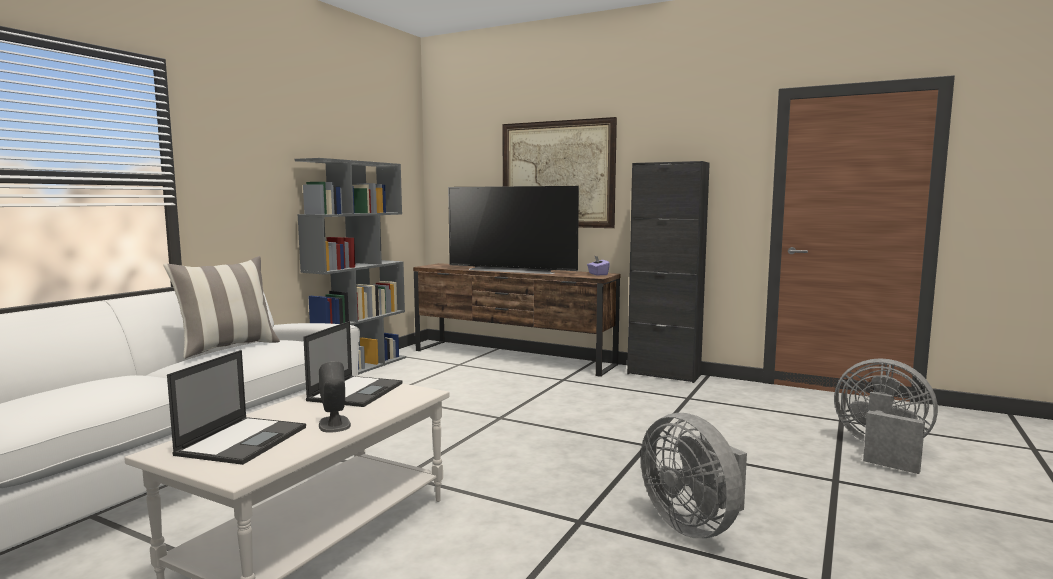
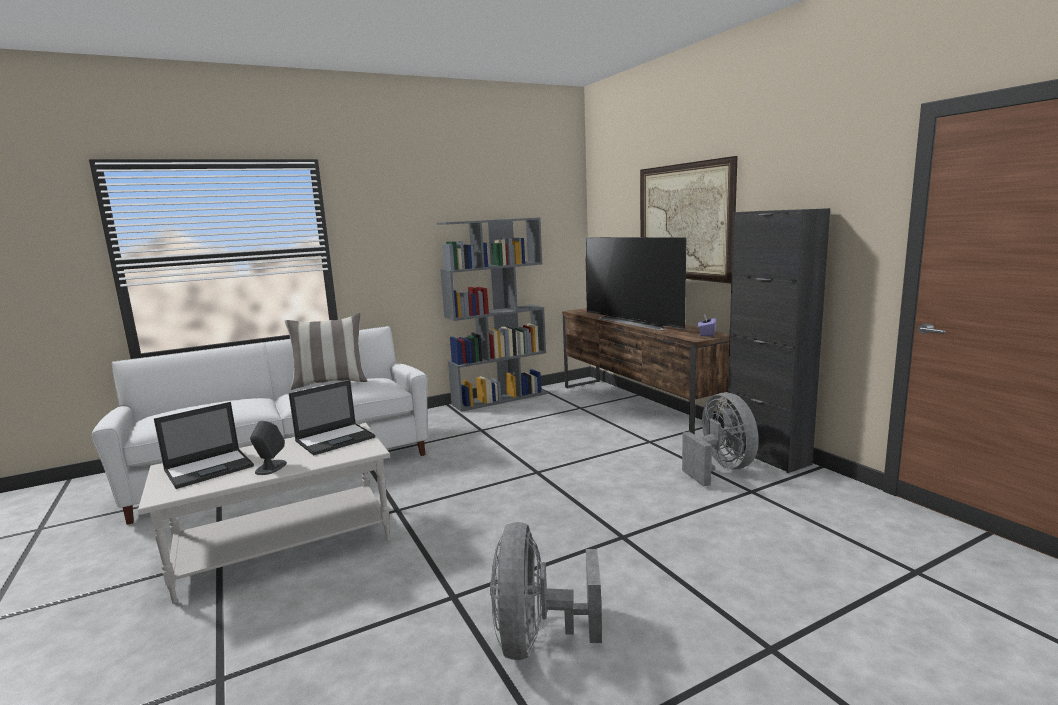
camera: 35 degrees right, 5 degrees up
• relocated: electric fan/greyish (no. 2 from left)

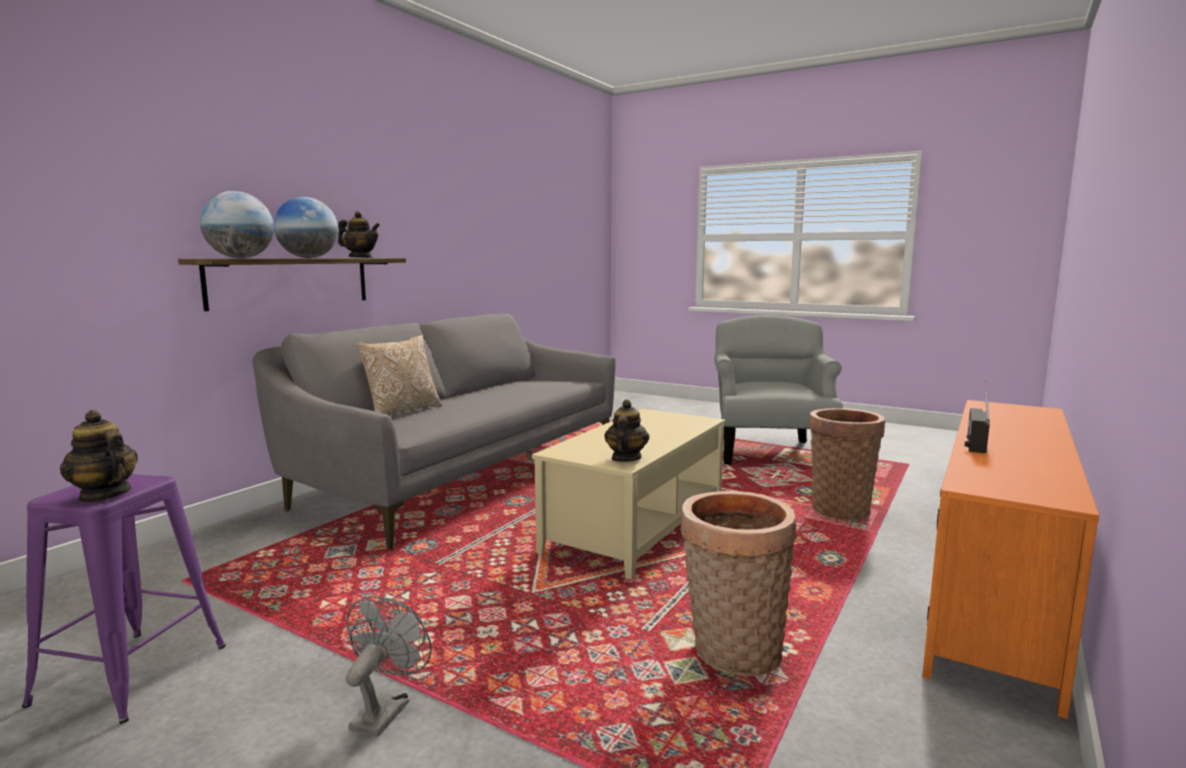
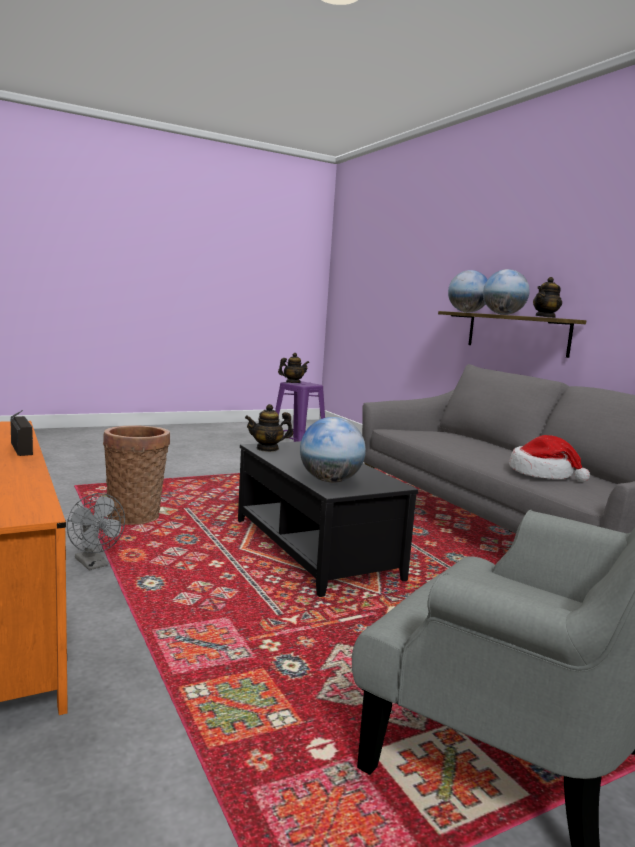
camera: 120 degrees right, 0 degrees up
• missing: throw pillow
• spun: tea pot (no. 3 from left in the first image) 120 degrees clockwise
• missing: basket (no. 2 from left)
• colour: low table/sand-coloured to low table/black-coloured
• relocated: electric fan/greyish
• appeared: world globe (no. 1 from left)
• appeared: wearable hat

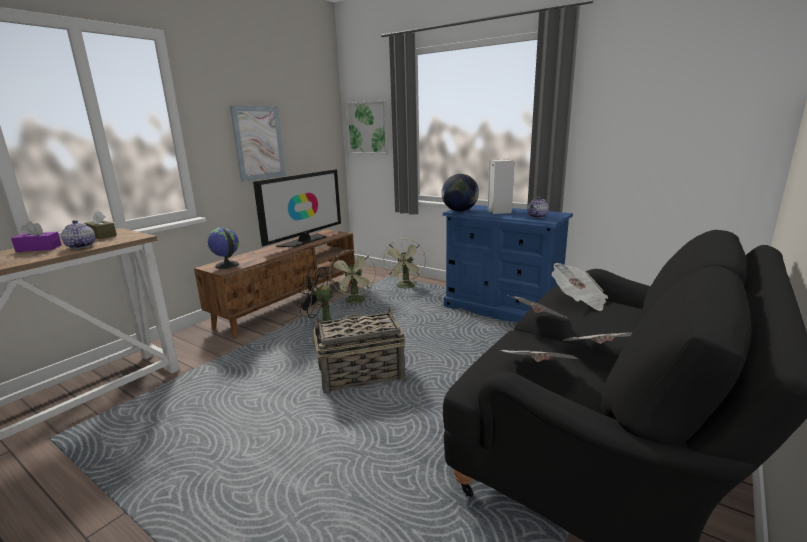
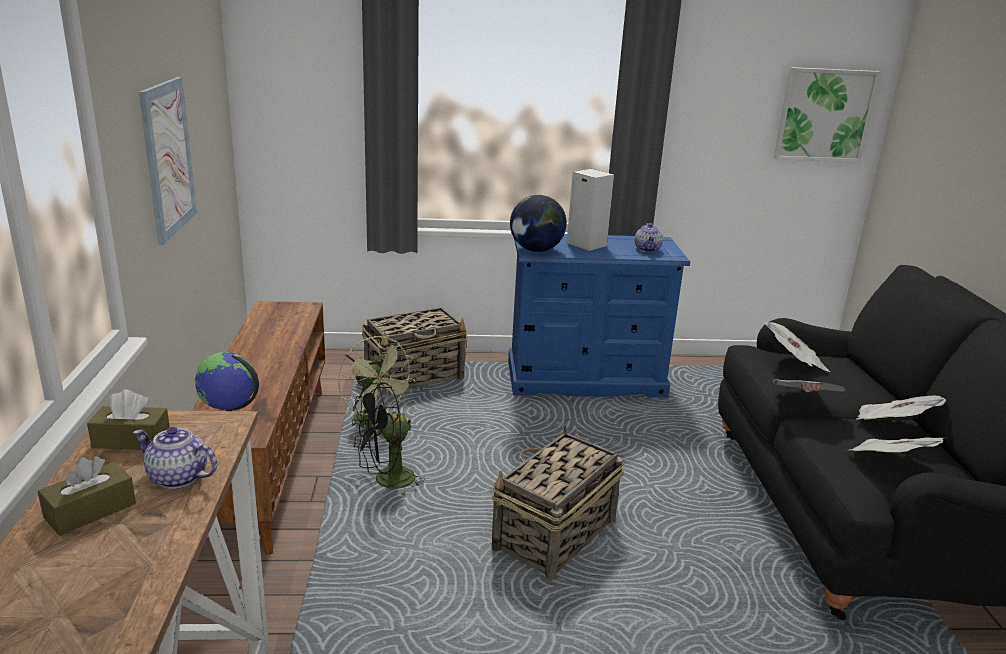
camera: 40 degrees left, 5 degrees up
• relocated: wall picture (no. 2 from left)
• missing: TV set
• colour: tissue box/purple to tissue box/brown (no. 1 from left)
• exchanged: electric fan/green (no. 2 from left) to basket (no. 1 from left)

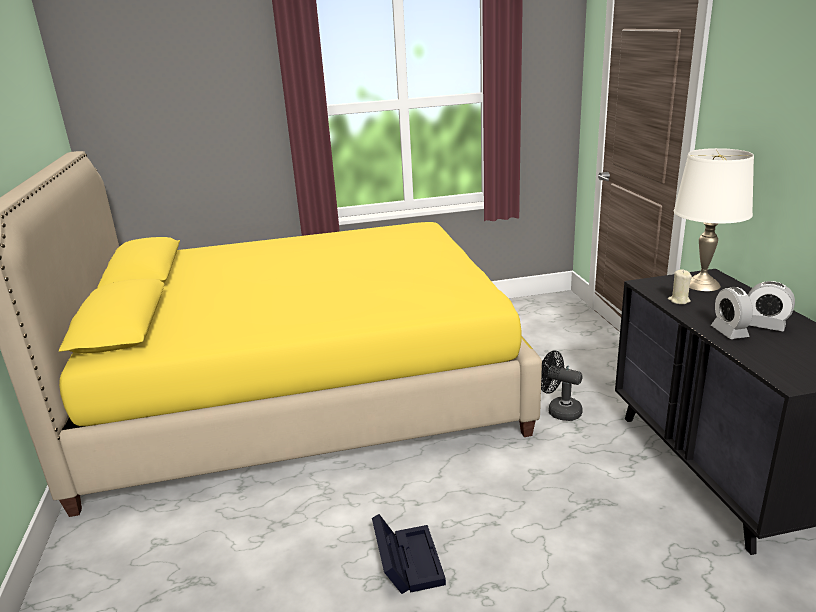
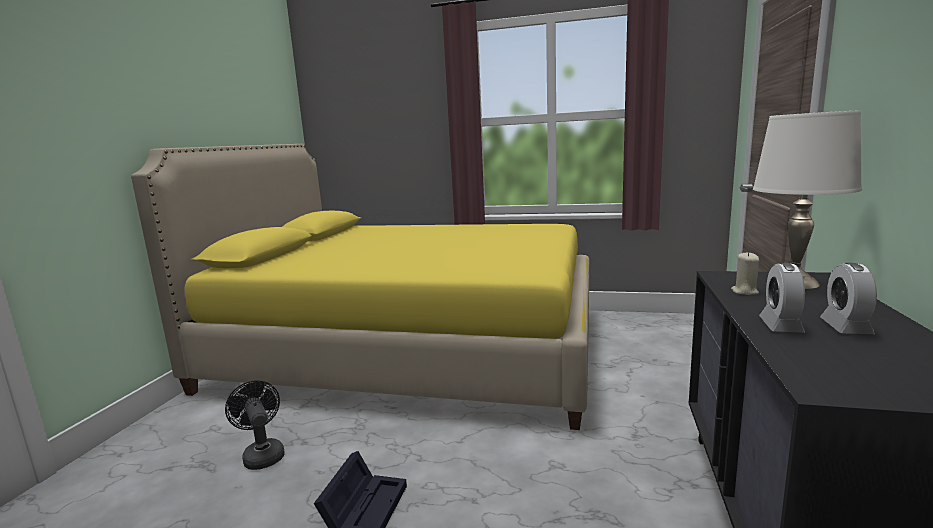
camera: 25 degrees right, 10 degrees down
• spun: bedside clock (no. 2 from left) 45 degrees clockwise
• relocated: electric fan/black-coloured

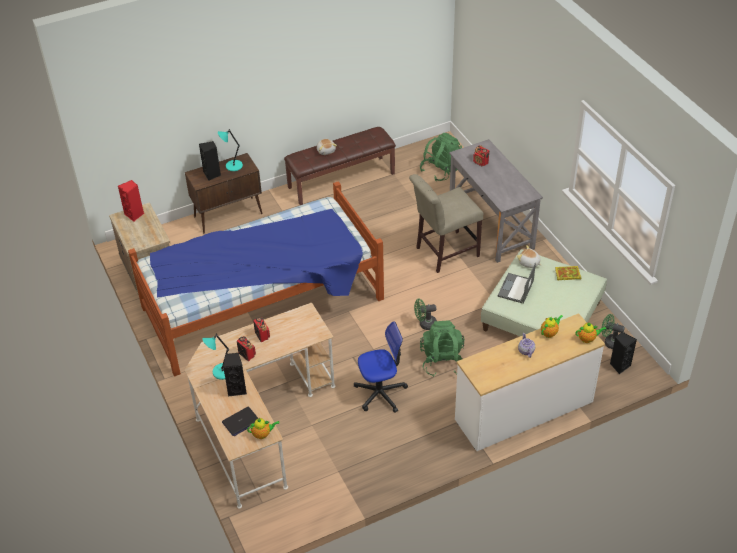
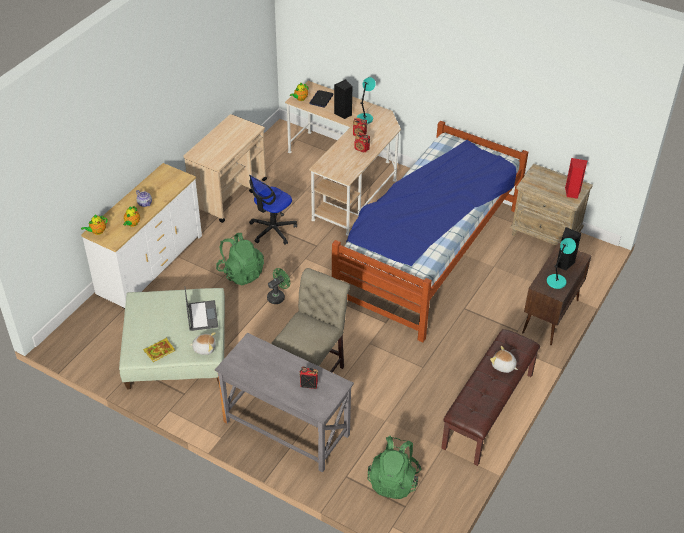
camera: 145 degrees right, 0 degrees up
• missing: electric fan/green (no. 2 from left)
• missing: speaker/black-coloured (no. 3 from left)
• appeared: trolley/sand-coloured

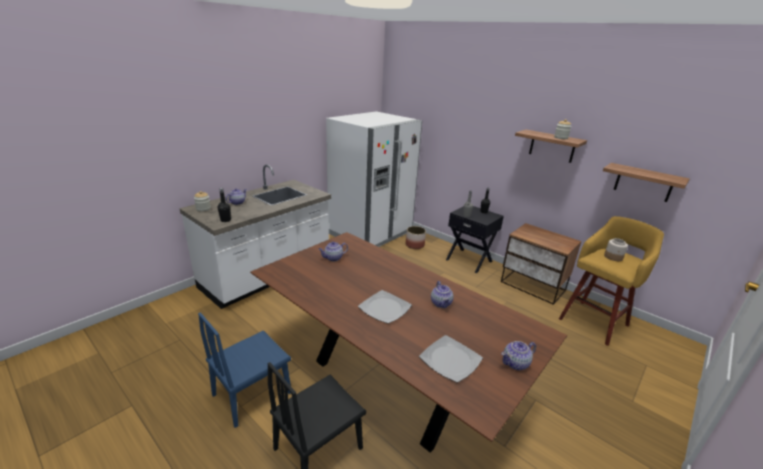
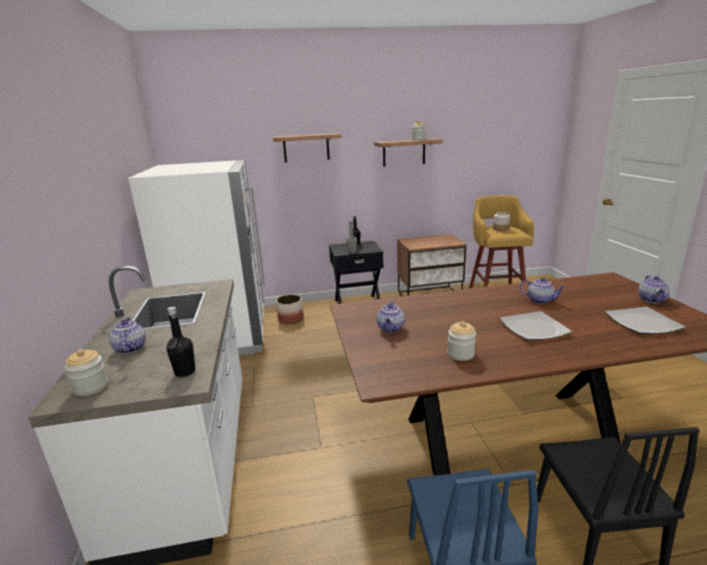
camera: 50 degrees left, 5 degrees down
• relocated: bracket shelf (no. 2 from left in the first image) to bracket shelf (no. 1 from left)
• appeared: storage jar (no. 3 from left)

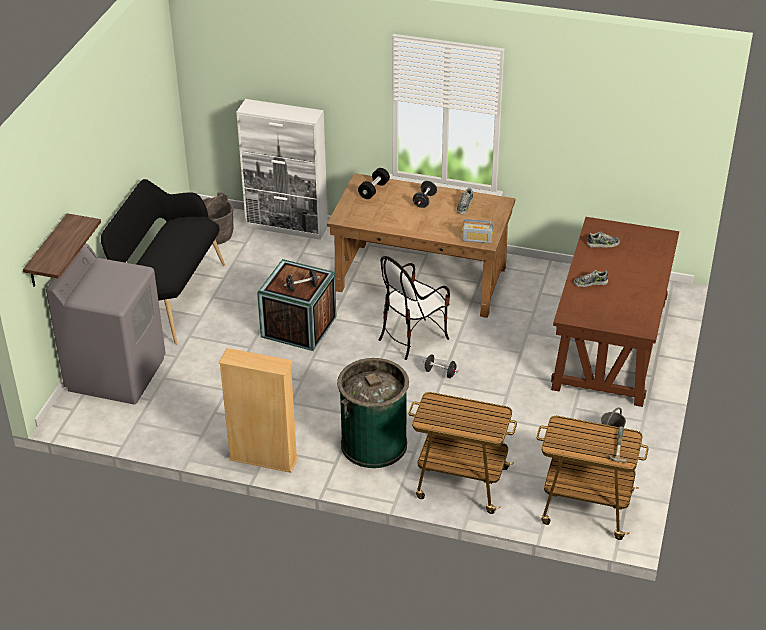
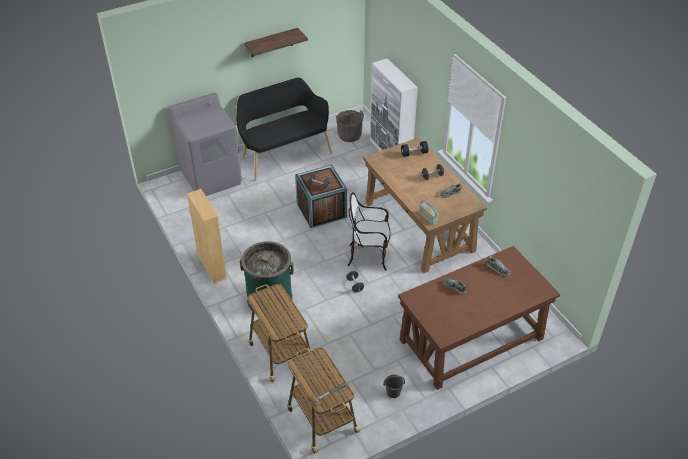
camera: 45 degrees right, 5 degrees up
• relocated: bracket shelf

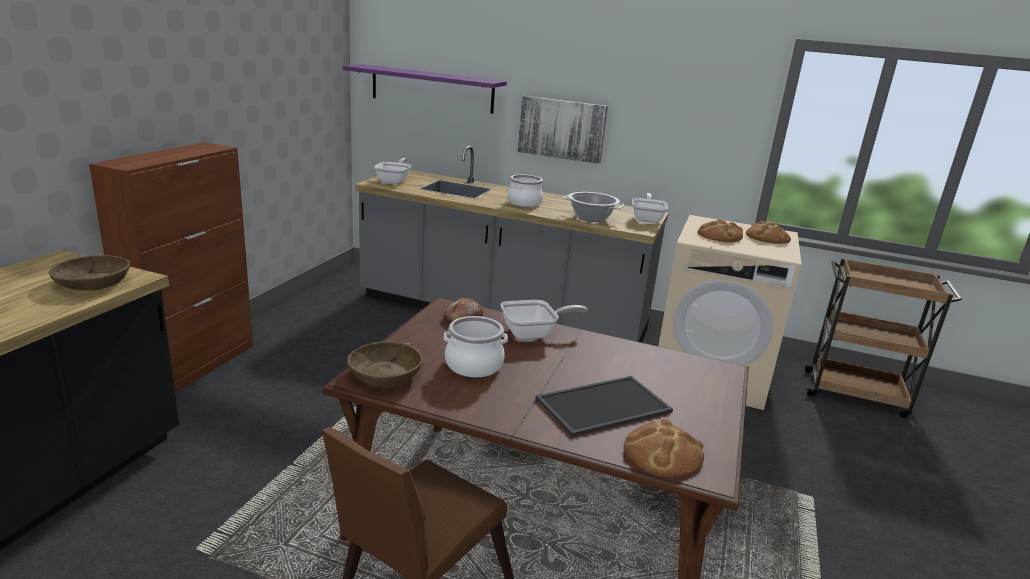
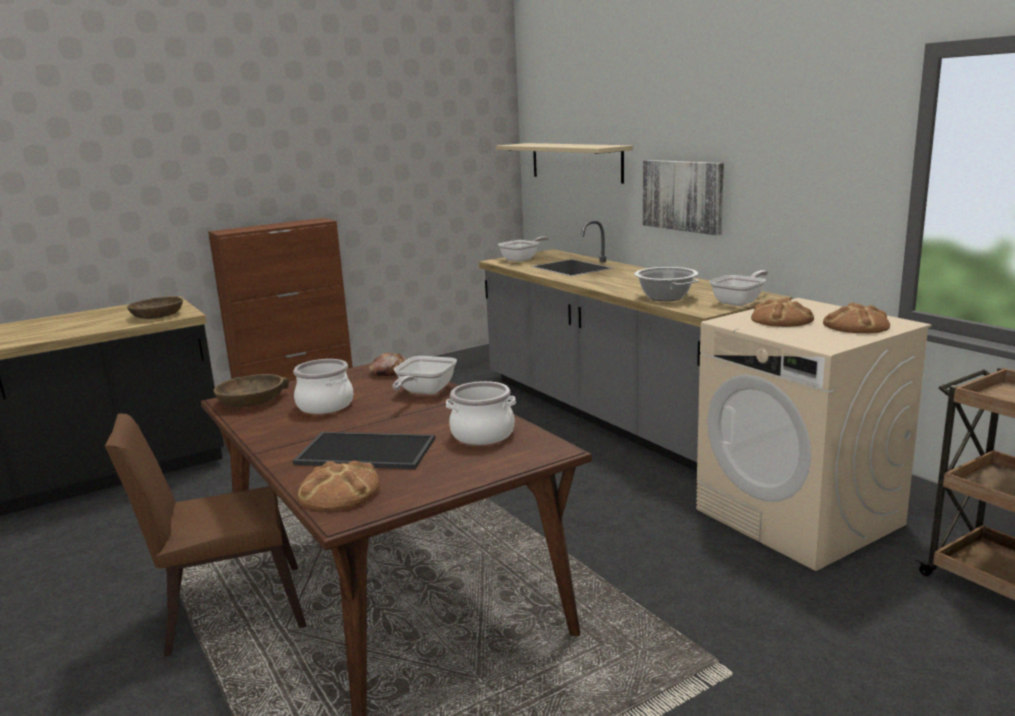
camera: 40 degrees right, 5 degrees down
• colour: bracket shelf/purple to bracket shelf/sand-coloured
• relocated: saucepot (no. 2 from left)
• spun: pan (no. 2 from left in the first image) 90 degrees clockwise

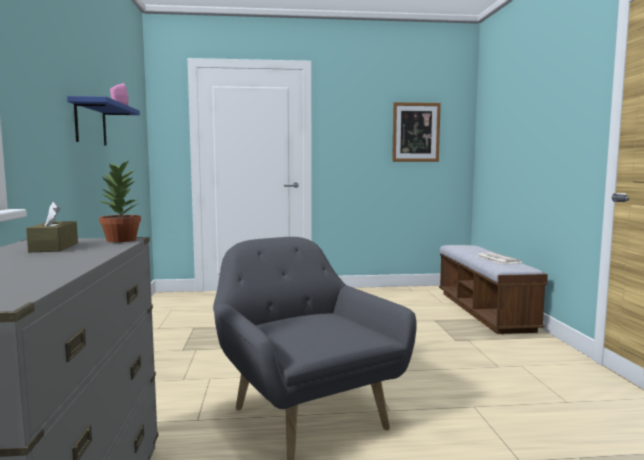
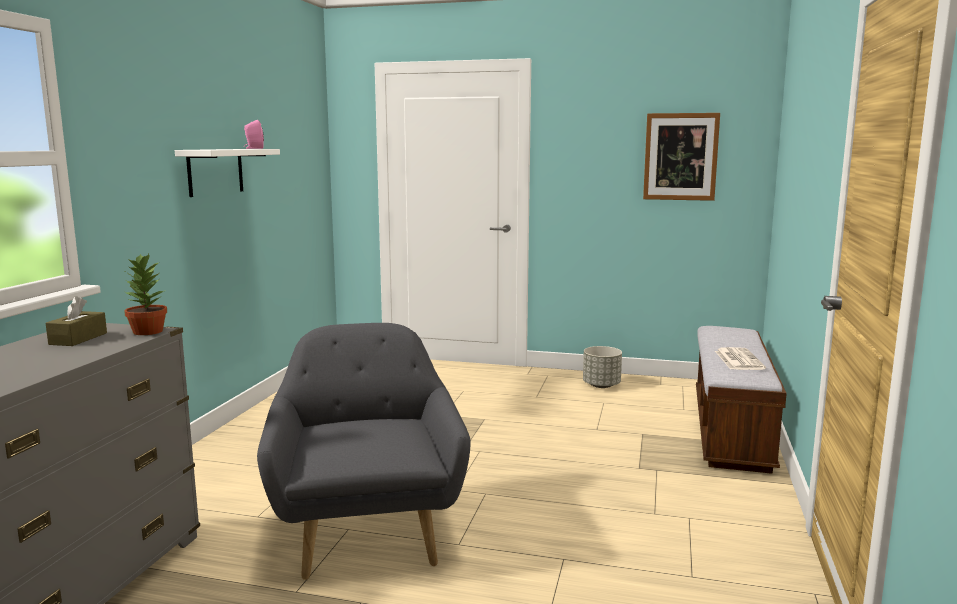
camera: 20 degrees right, 5 degrees up
• colour: bracket shelf/bluish to bracket shelf/white
• appeared: planter/greyish

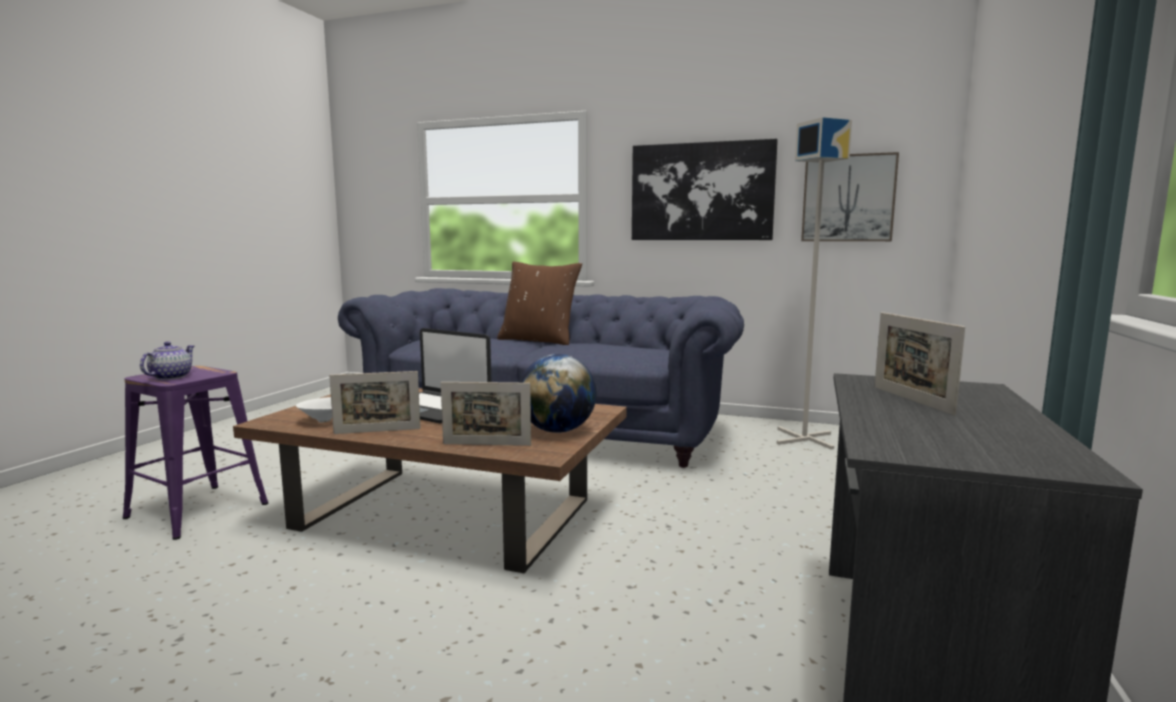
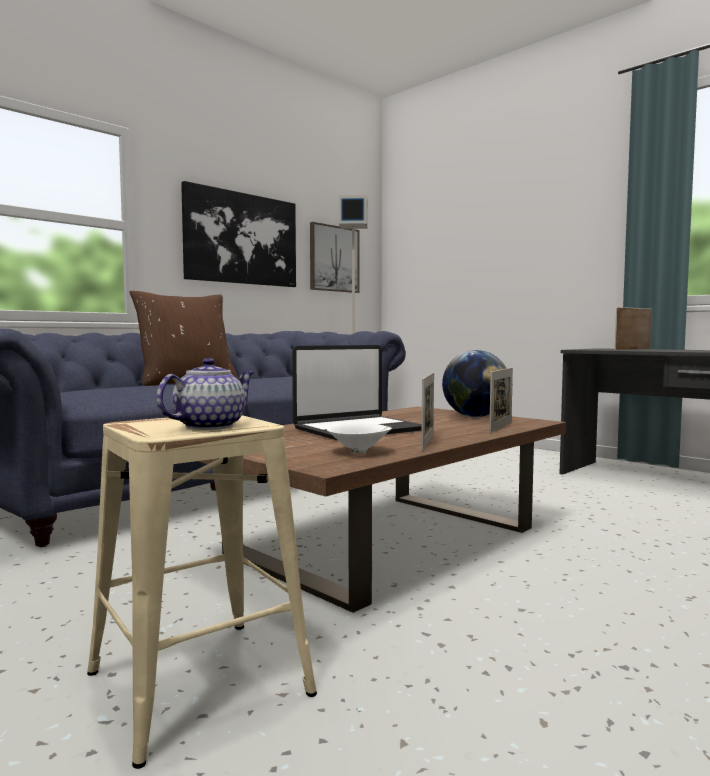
camera: 65 degrees left, 5 degrees down
• spun: photo frame (no. 3 from left) 135 degrees clockwise
• spun: tea pot 90 degrees clockwise
• colour: sitting stool/purple to sitting stool/sand-coloured

